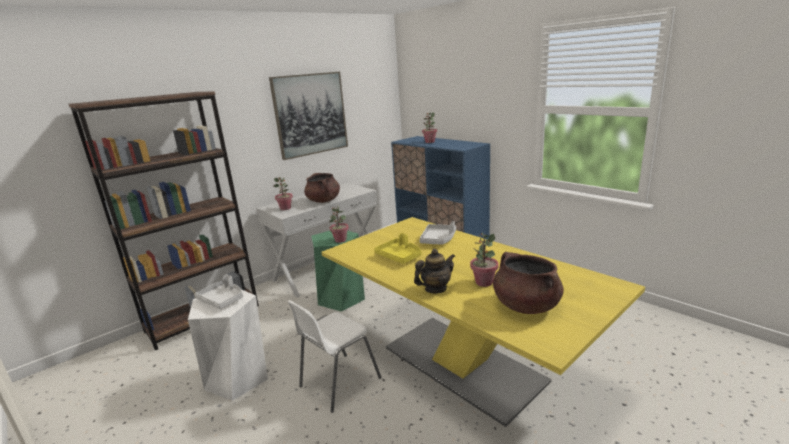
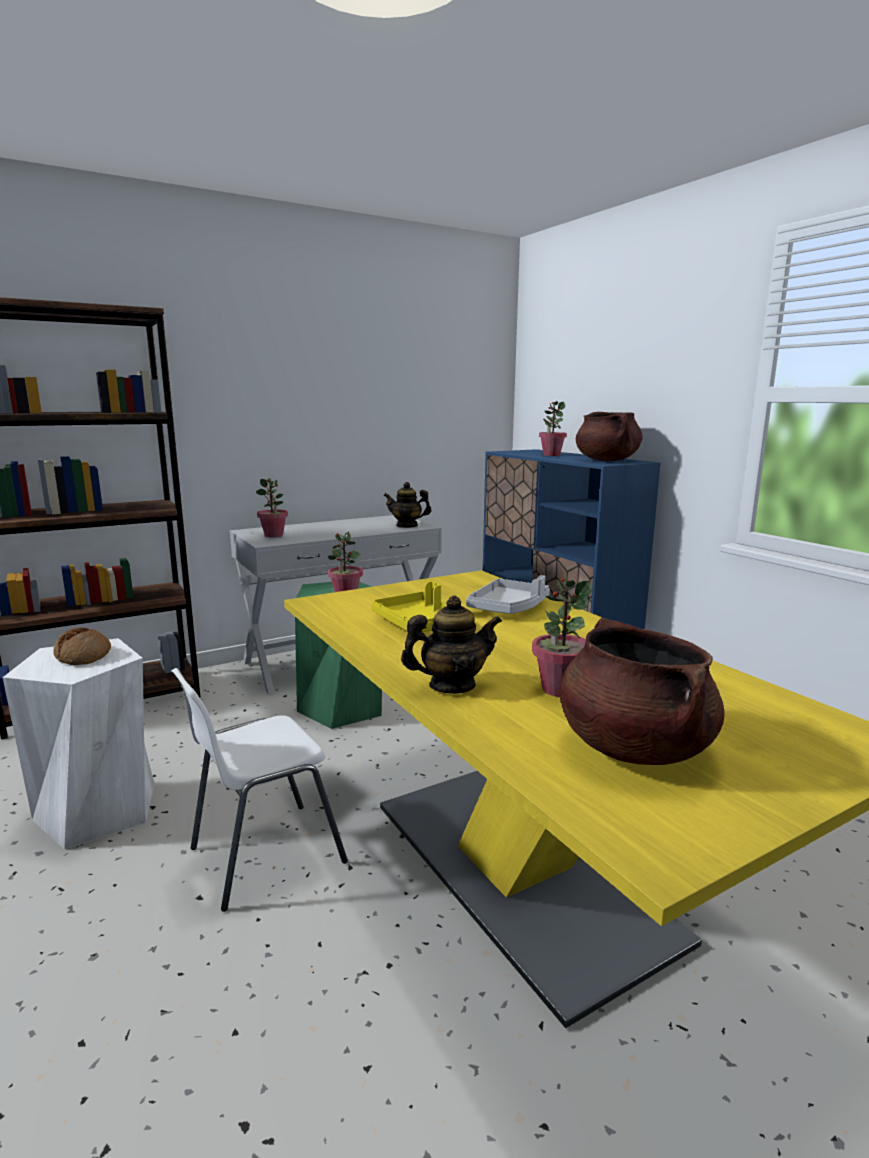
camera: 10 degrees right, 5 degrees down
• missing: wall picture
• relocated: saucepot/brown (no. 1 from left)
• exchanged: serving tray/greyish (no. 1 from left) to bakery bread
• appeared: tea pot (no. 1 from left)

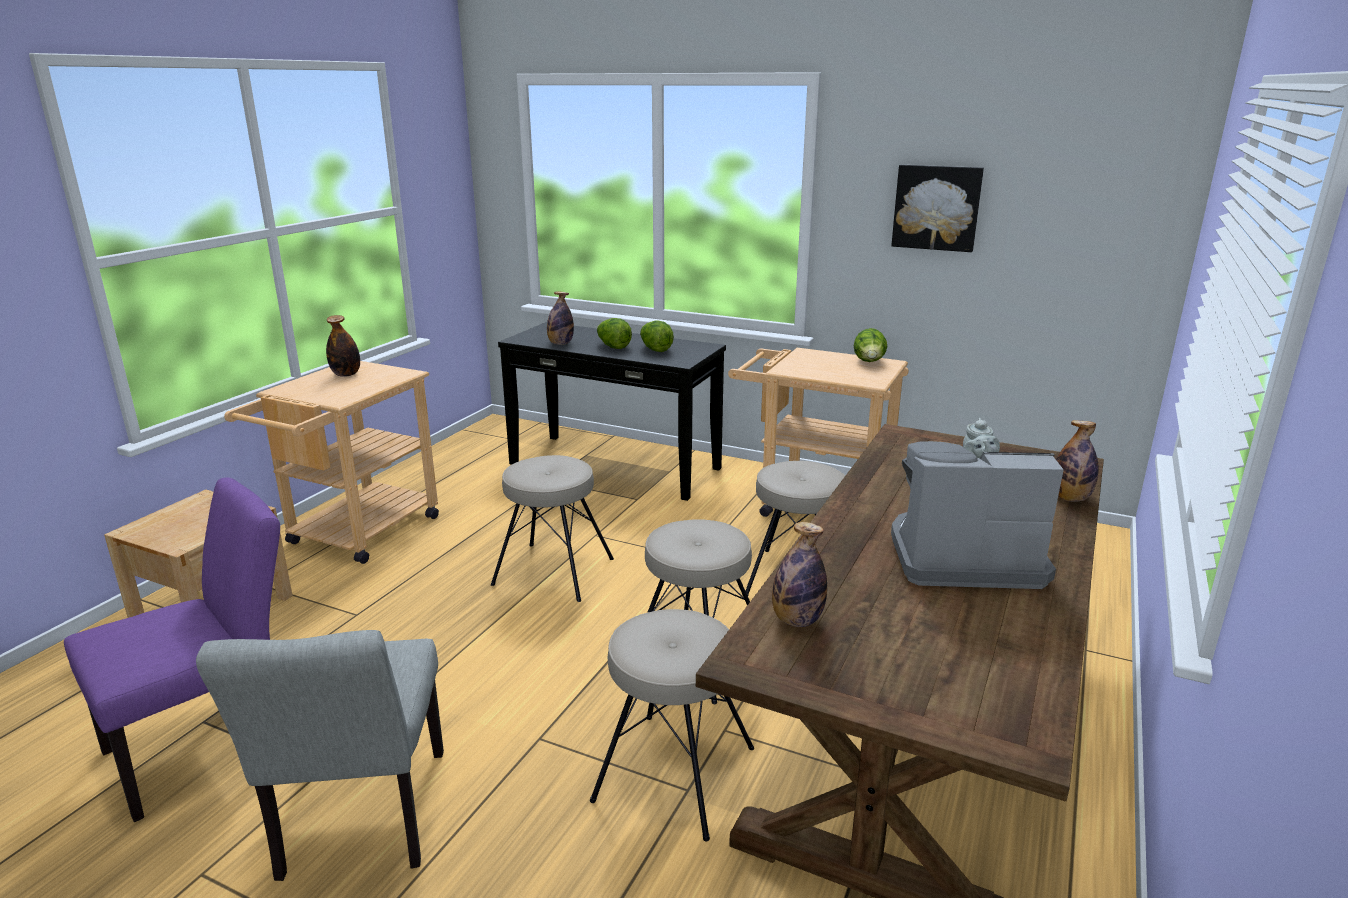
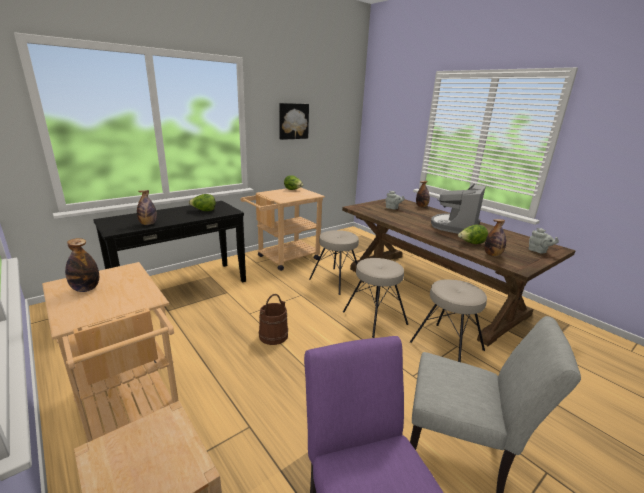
camera: 65 degrees left, 0 degrees up
• relocated: lettuce head (no. 1 from left in the first image) to lettuce head (no. 3 from left)
• exchanged: sitting stool/sand-coloured (no. 1 from left) to pail/brown
• appeared: tea pot/greyish (no. 2 from left)

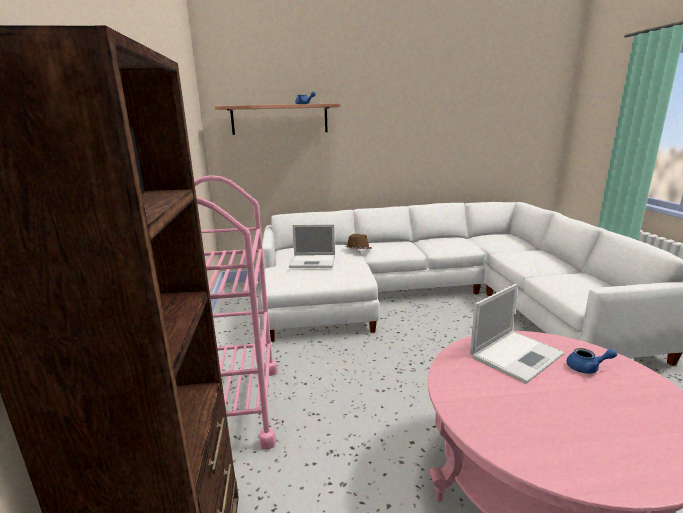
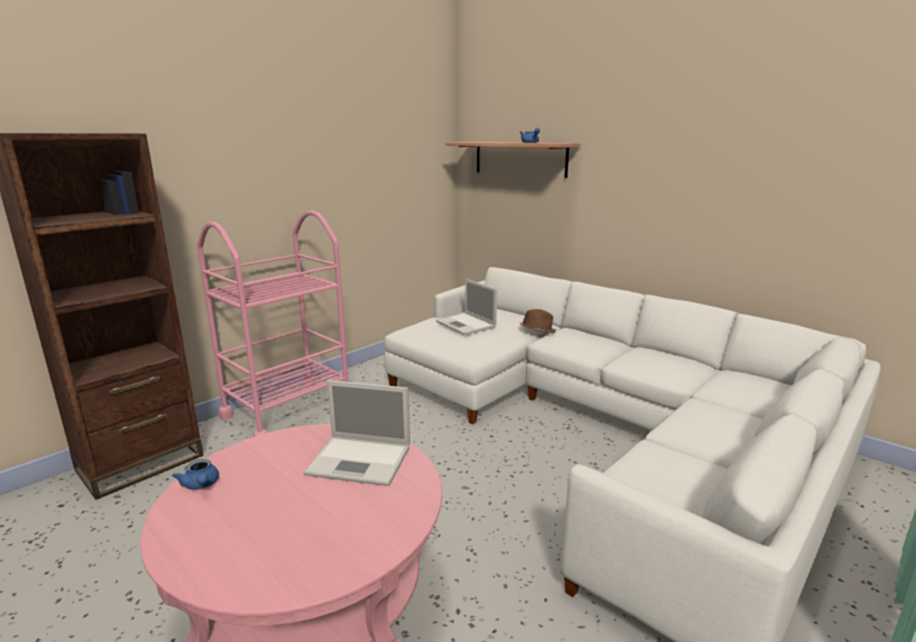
camera: 50 degrees right, 0 degrees up
• relocated: tea pot/bluish (no. 2 from left in the first image) to tea pot/bluish (no. 1 from left)

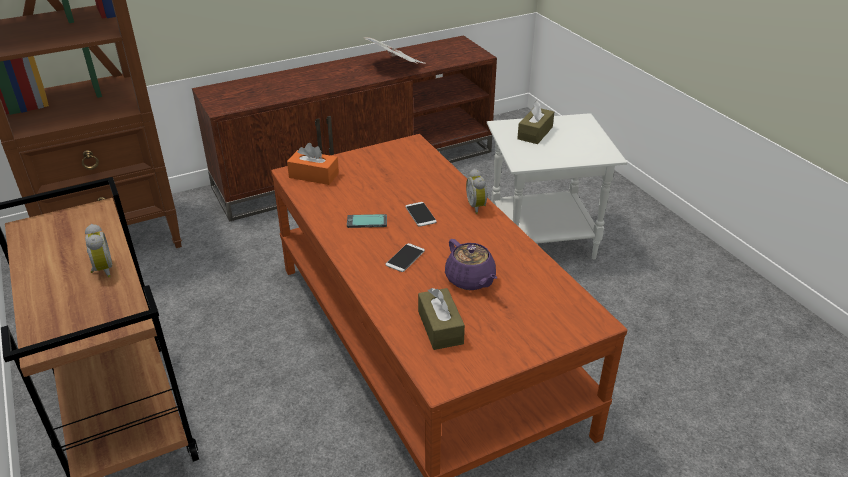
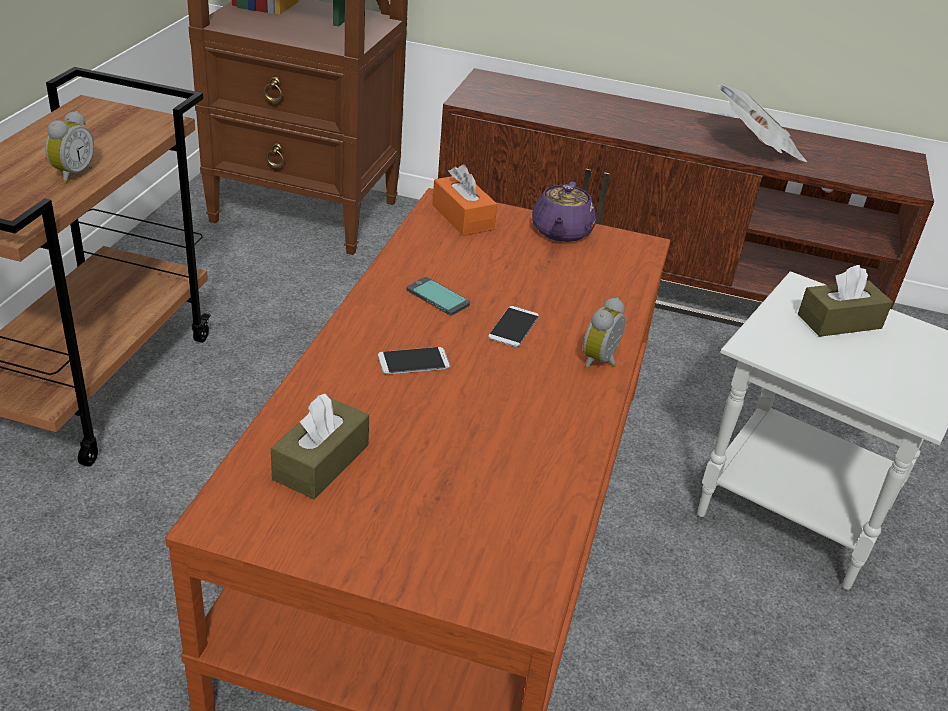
camera: 40 degrees right, 0 degrees up
• relocated: tea pot/purple

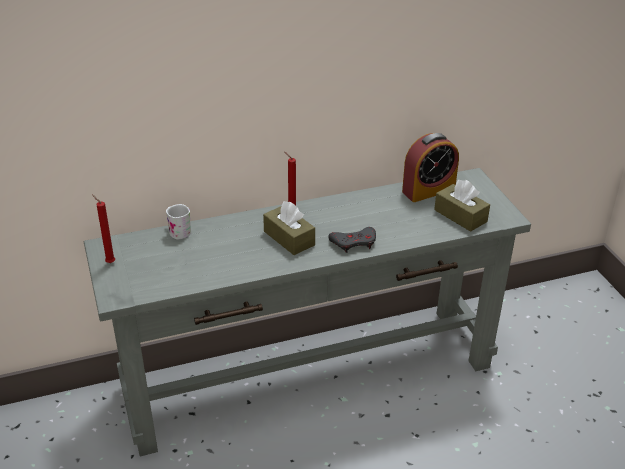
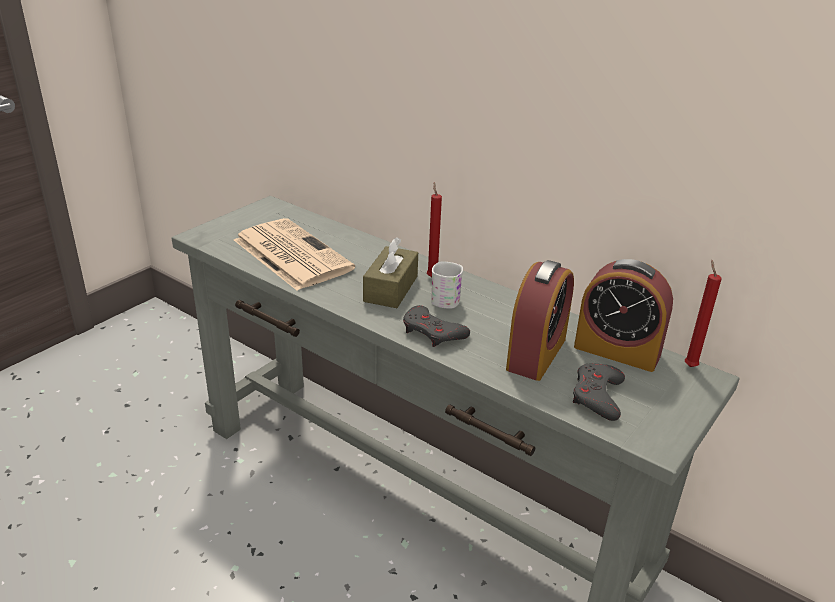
camera: 55 degrees right, 5 degrees down
• exchanged: tissue box/brown (no. 2 from left) to game controller/greyish (no. 2 from left)
• relocated: wax light/reddish (no. 1 from left in the first image) to wax light/reddish (no. 2 from left)
• relocated: tea mug/white
• appeared: printed paper
• appeared: bedside clock (no. 1 from left)

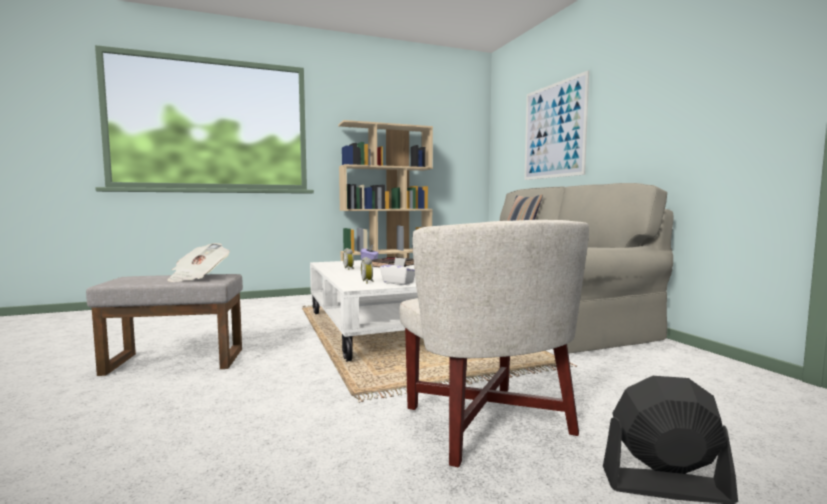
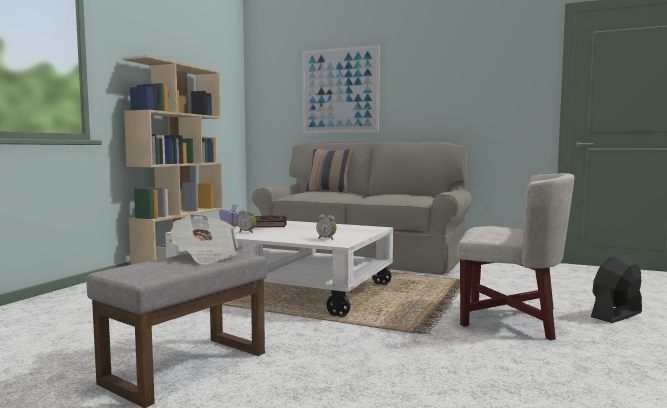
camera: 45 degrees left, 0 degrees up
• missing: tissue box/white

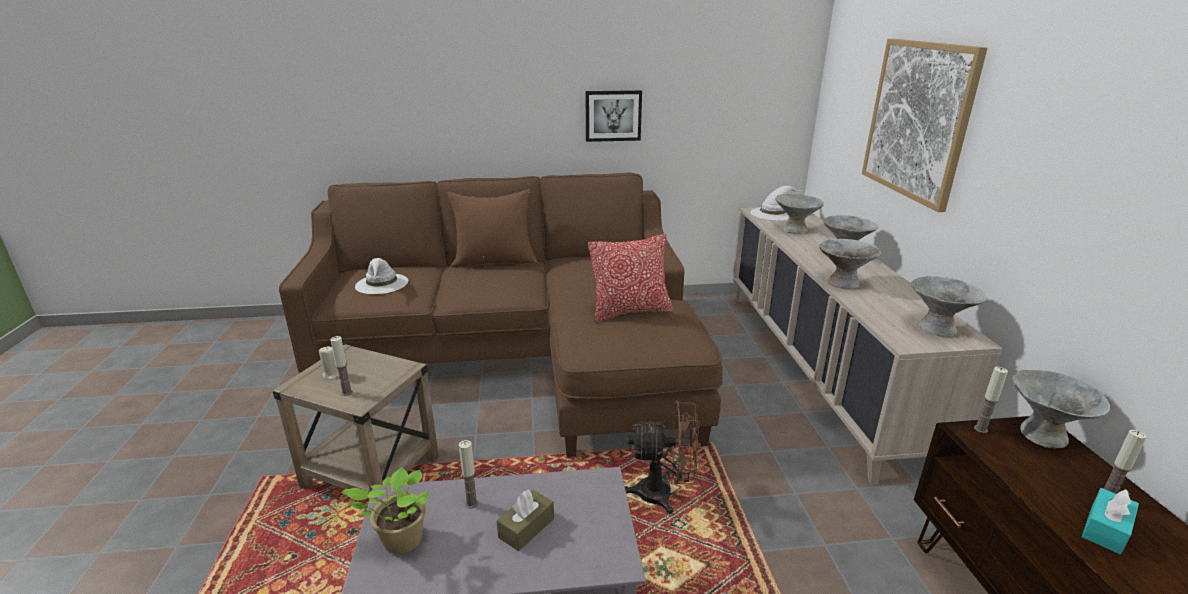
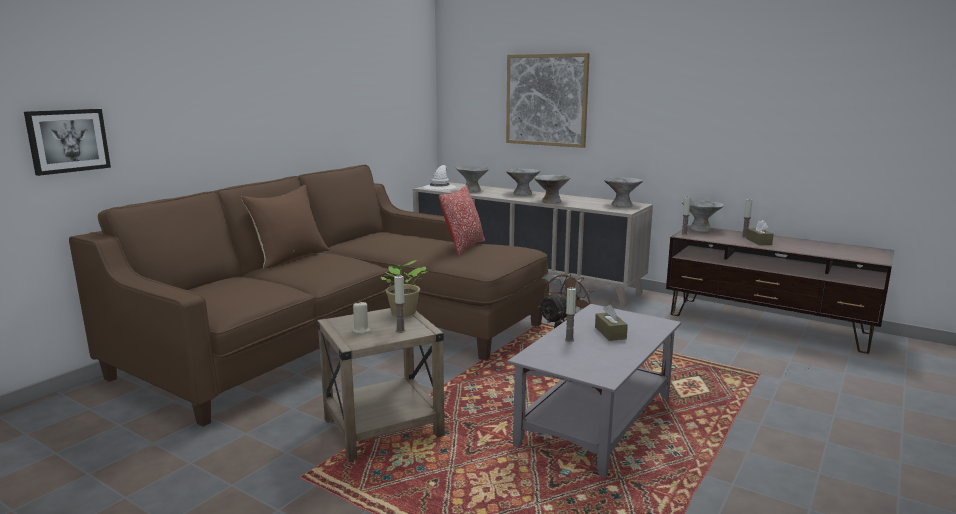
camera: 50 degrees left, 10 degrees down
• relocated: wall picture (no. 1 from left)
• missing: wearable hat/white (no. 1 from left)
• relocated: houseplant
• colour: tissue box/turquoise-coloured to tissue box/brown (no. 2 from left)

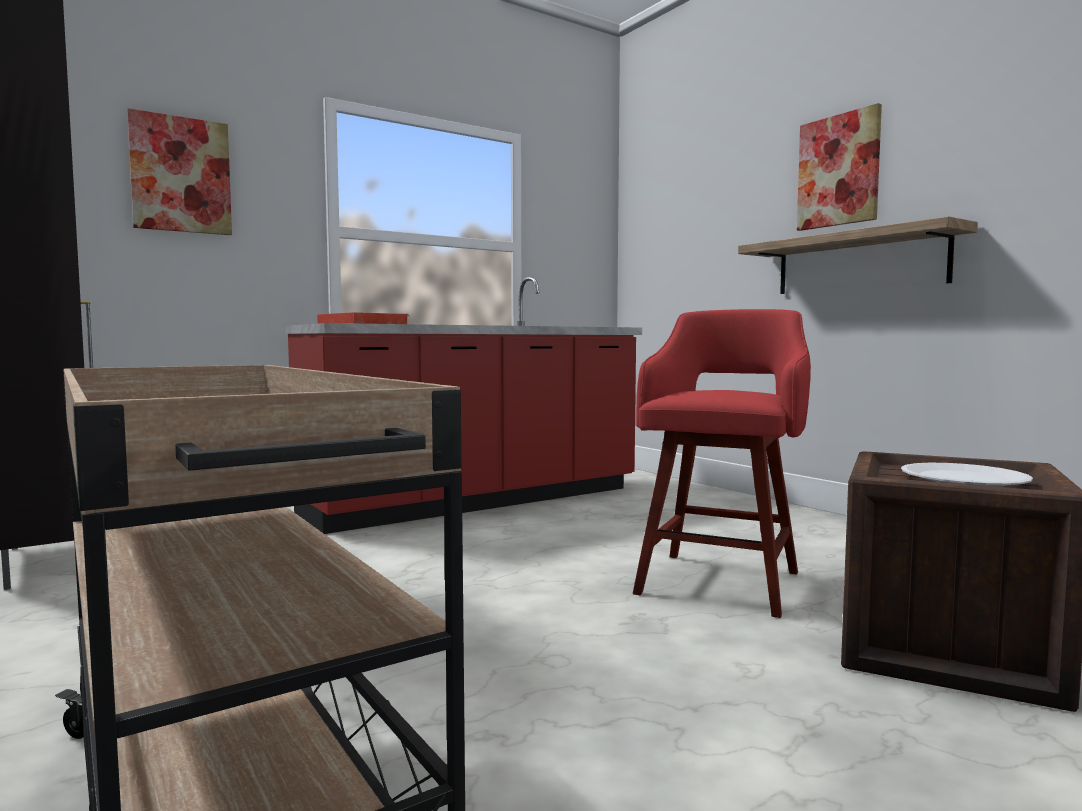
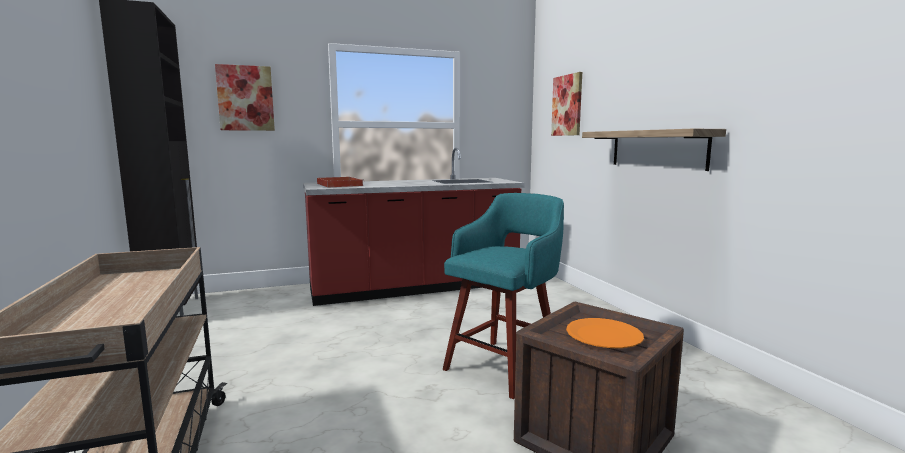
camera: 15 degrees right, 5 degrees up
• relocated: wall picture (no. 2 from left)
• colour: sitting stool/reddish to sitting stool/turquoise-coloured
• colour: flat dish/white to flat dish/orangey

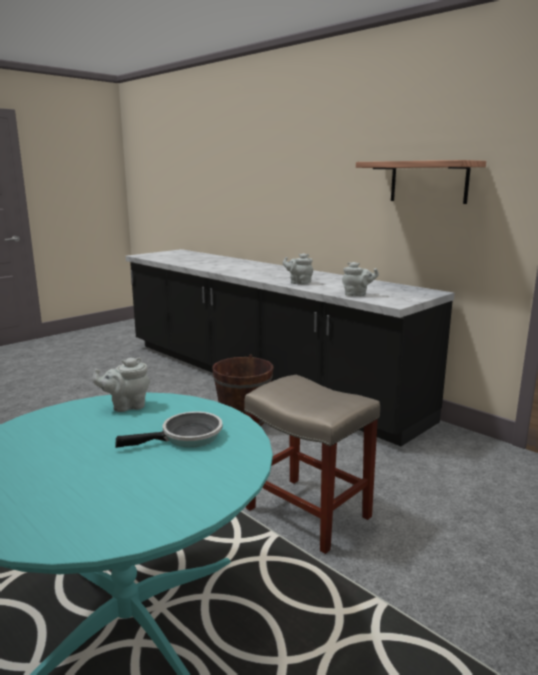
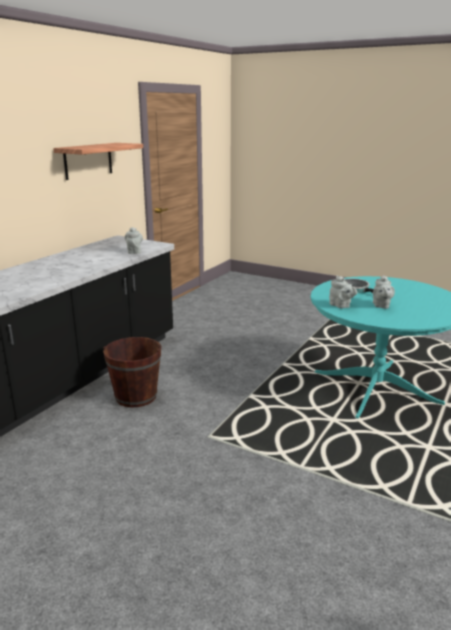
camera: 105 degrees left, 5 degrees up
• relocated: tea pot/greyish (no. 2 from left in the first image) to tea pot/greyish (no. 3 from left)
• missing: sitting stool/sand-coloured

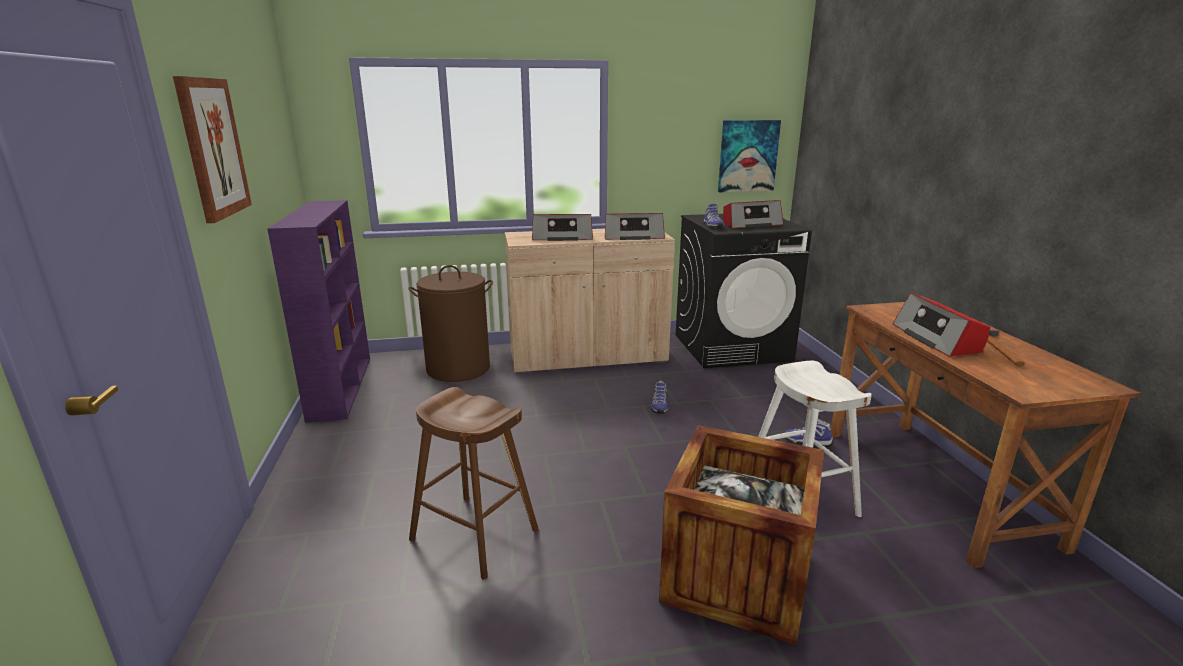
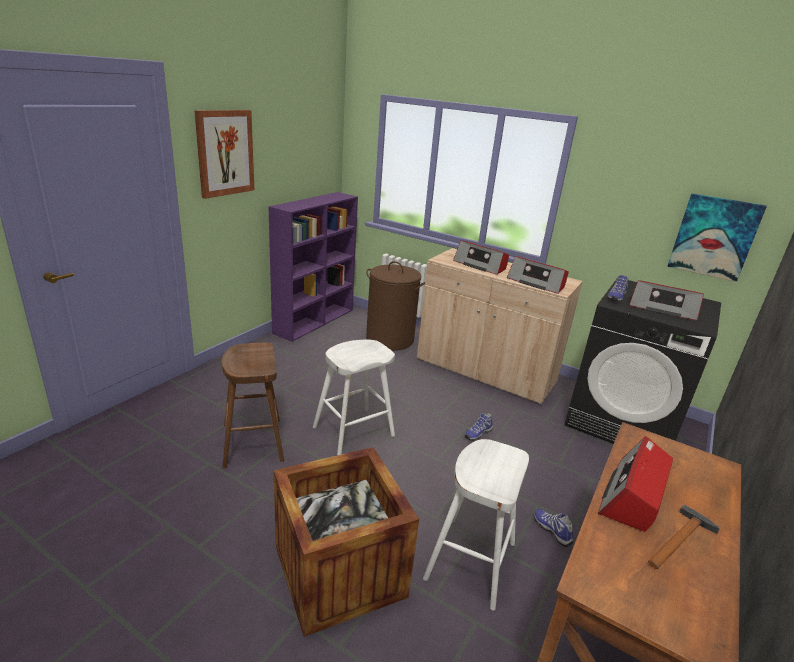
camera: 40 degrees right, 5 degrees up
• appeared: sitting stool/white (no. 1 from left)

